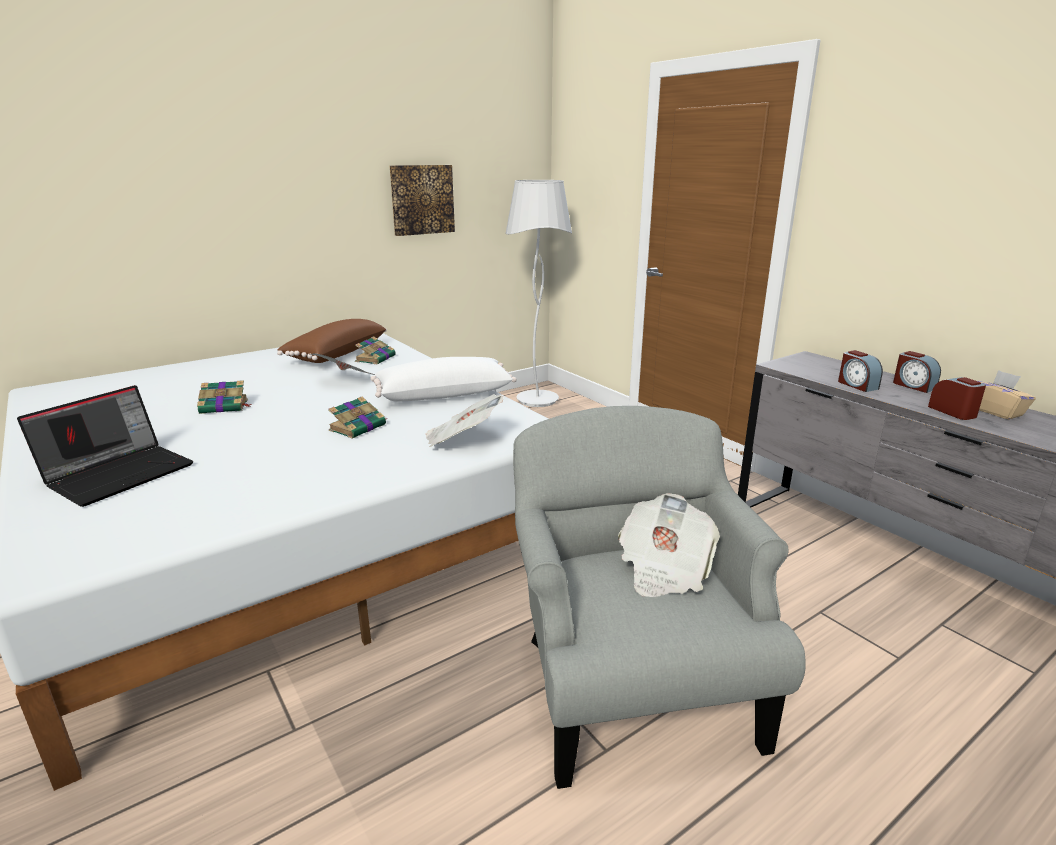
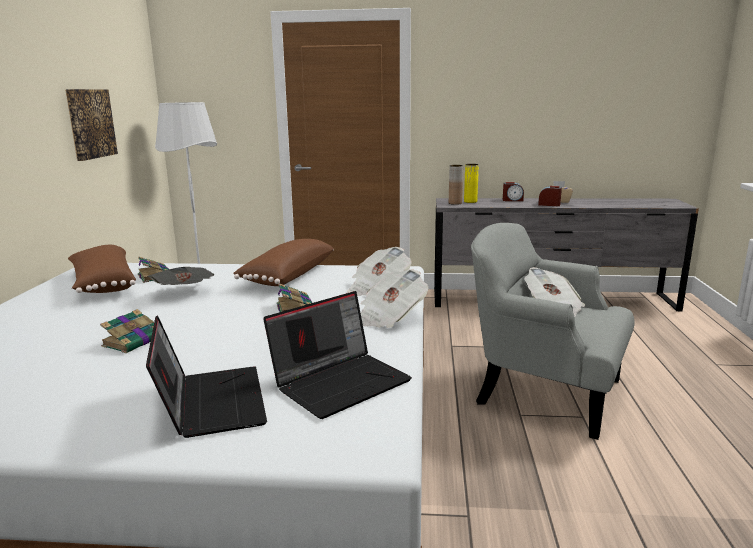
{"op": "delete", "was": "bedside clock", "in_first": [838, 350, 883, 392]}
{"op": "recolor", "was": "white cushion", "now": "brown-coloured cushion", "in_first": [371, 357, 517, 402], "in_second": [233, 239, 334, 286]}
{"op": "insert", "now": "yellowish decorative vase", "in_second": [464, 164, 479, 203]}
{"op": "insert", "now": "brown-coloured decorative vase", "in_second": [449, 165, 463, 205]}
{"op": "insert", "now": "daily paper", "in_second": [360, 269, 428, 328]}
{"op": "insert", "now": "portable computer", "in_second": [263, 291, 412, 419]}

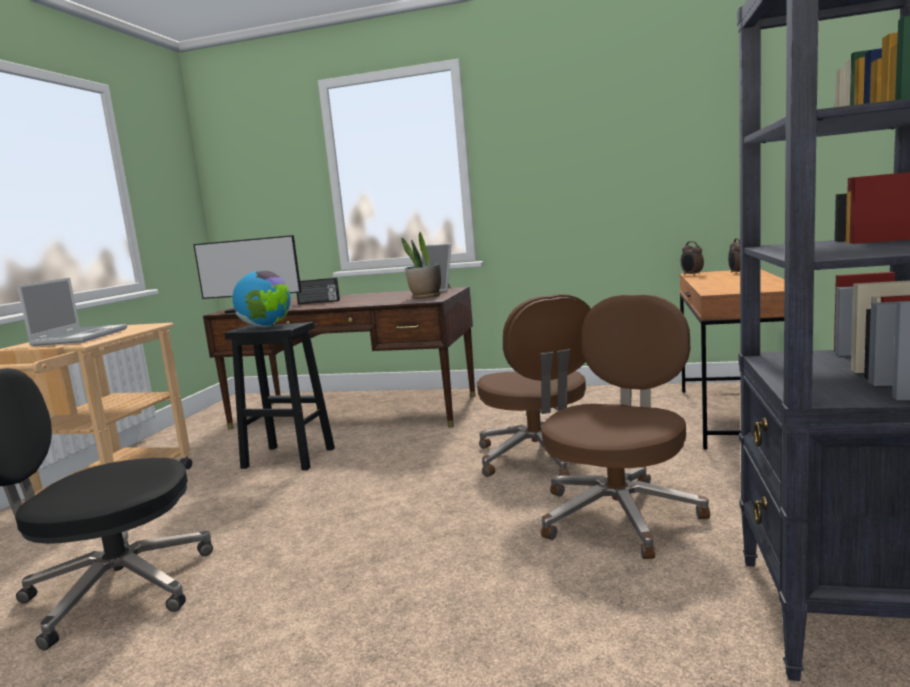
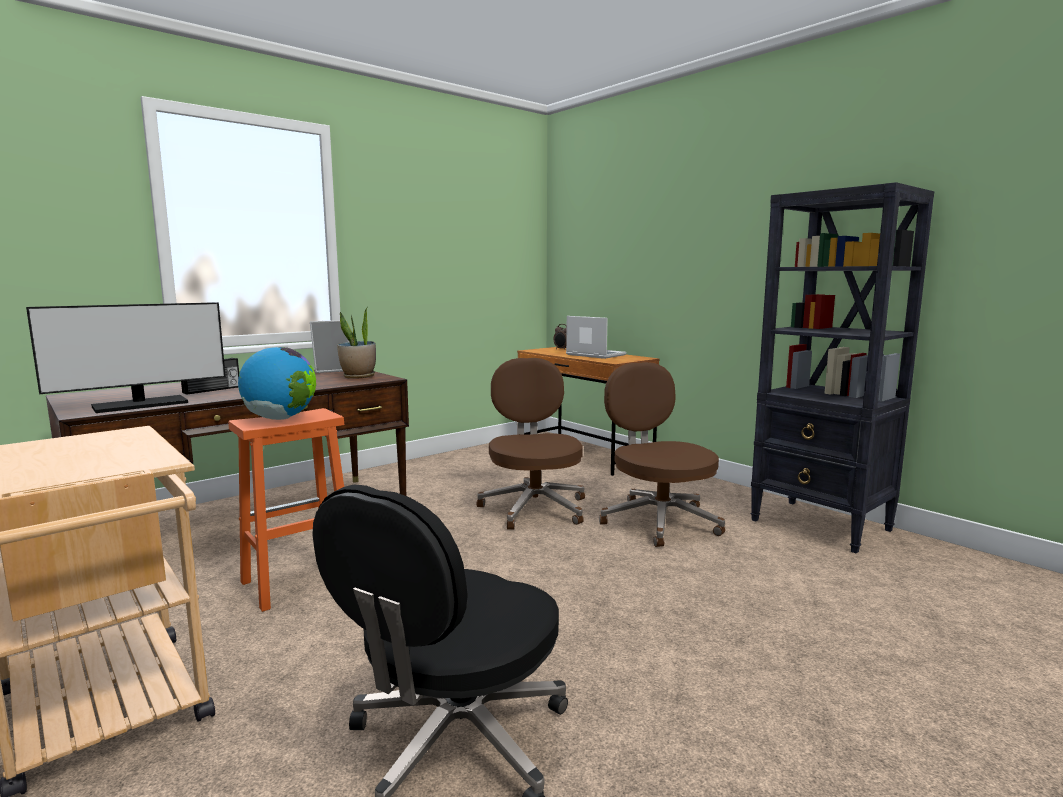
{"op": "delete", "was": "bedside clock", "in_first": [680, 241, 704, 276]}
{"op": "move", "was": "portable computer", "in_first": [17, 278, 127, 346], "in_second": [566, 316, 626, 359]}
{"op": "rotate", "was": "brown-coloured office chair", "in_first": [477, 294, 591, 477], "in_second": [477, 358, 585, 529], "clockwise": -120}
{"op": "recolor", "was": "black stool seat", "now": "orange stool seat", "in_first": [225, 322, 335, 470], "in_second": [228, 408, 344, 612]}

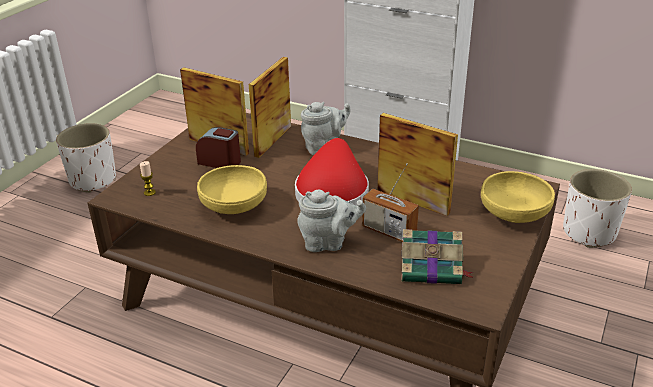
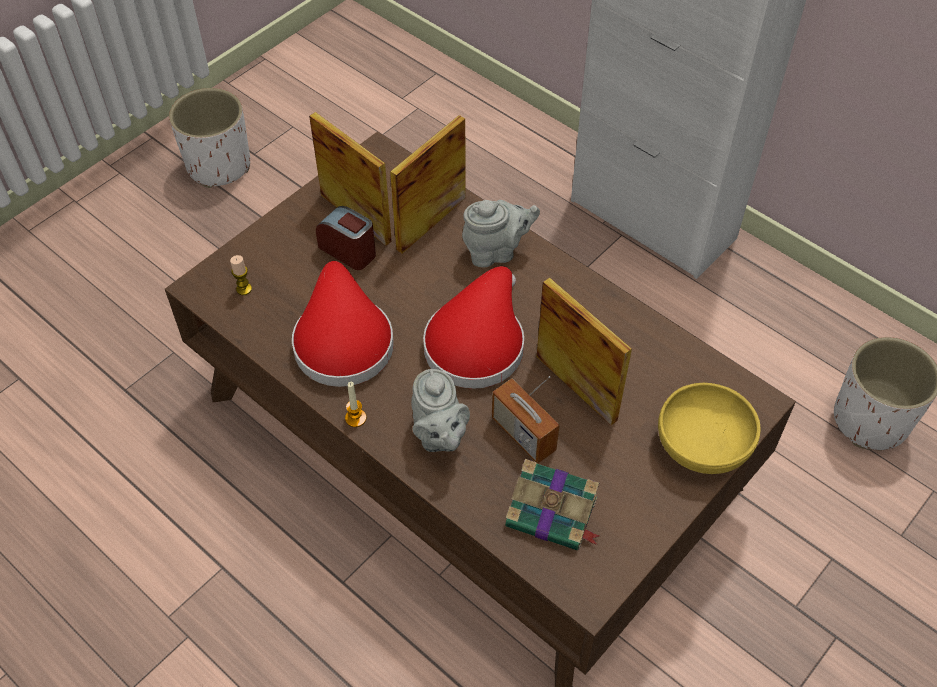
{"op": "replace", "was": "yellowish serving bowl", "now": "red hat", "in_first": [197, 165, 267, 214], "in_second": [292, 261, 394, 387]}
{"op": "rotate", "was": "grey teapot", "in_first": [297, 190, 366, 252], "in_second": [411, 369, 470, 452], "clockwise": 60}
{"op": "insert", "now": "wax candle", "in_second": [345, 382, 366, 427]}

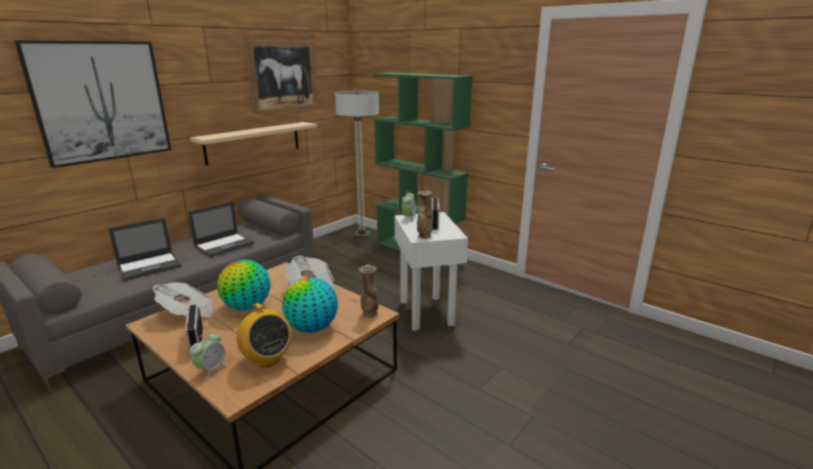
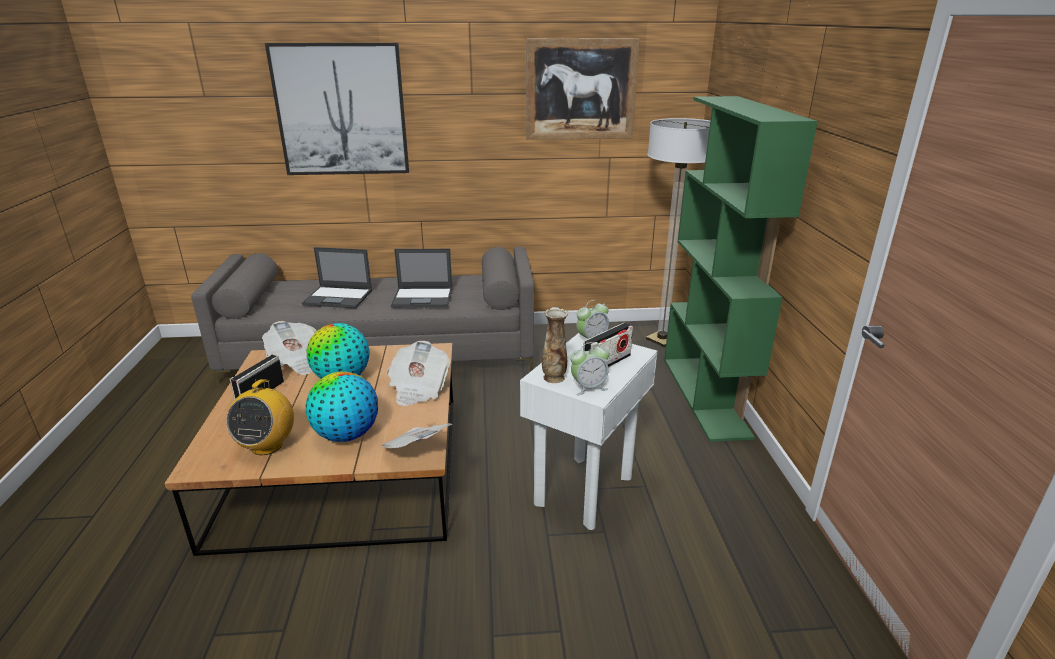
{"op": "delete", "was": "beige wall shelf", "in_first": [190, 122, 317, 165]}
{"op": "replace", "was": "decorative vase", "now": "daily paper", "in_first": [359, 265, 379, 317], "in_second": [381, 423, 452, 448]}
{"op": "move", "was": "bedside clock", "in_first": [190, 333, 227, 380], "in_second": [570, 342, 609, 395]}

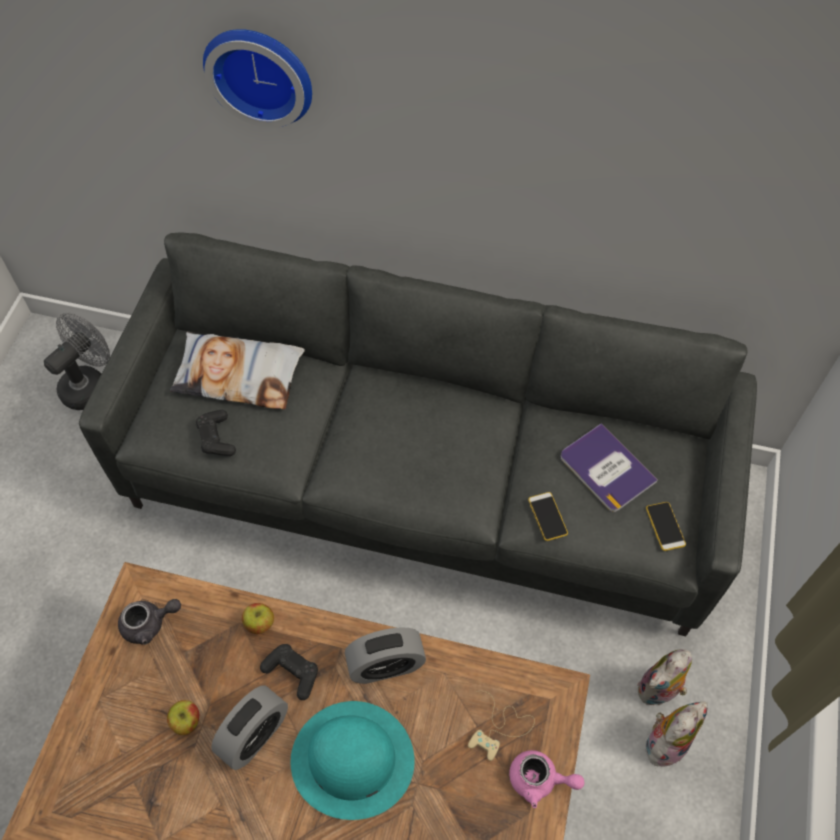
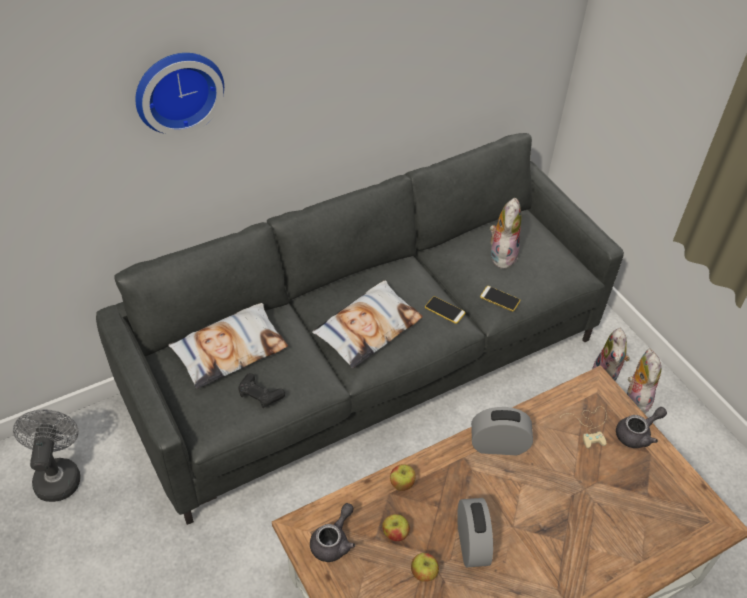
{"op": "replace", "was": "book", "now": "soft toy", "in_first": [561, 423, 658, 512], "in_second": [490, 198, 522, 269]}
{"op": "move", "was": "handset", "in_first": [646, 502, 686, 551], "in_second": [425, 296, 465, 324]}
{"op": "rotate", "was": "bedside clock", "in_first": [345, 627, 426, 684], "in_second": [471, 407, 533, 455], "clockwise": -120}
{"op": "delete", "was": "black gamepad", "in_first": [260, 644, 318, 700]}
{"op": "delete", "was": "turquoise hat", "in_first": [291, 701, 415, 820]}
{"op": "recolor", "was": "pink teapot", "now": "grey teapot", "in_first": [509, 750, 584, 808], "in_second": [616, 407, 667, 448]}
{"op": "insert", "now": "cushion", "in_second": [312, 280, 423, 368]}
{"op": "insert", "now": "whole apple", "in_second": [382, 514, 410, 541]}

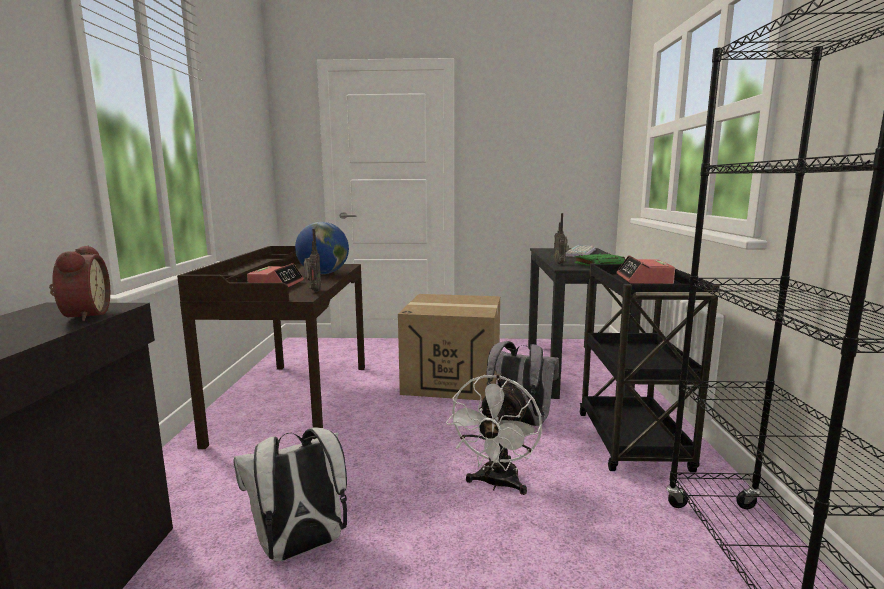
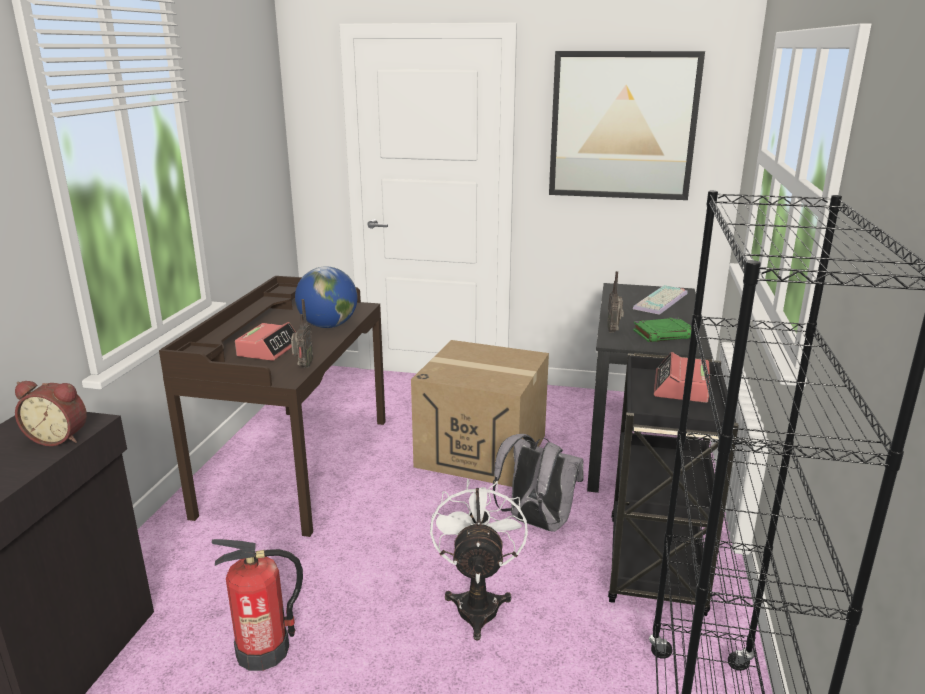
{"op": "rotate", "was": "bedside clock", "in_first": [49, 246, 110, 321], "in_second": [15, 381, 87, 446], "clockwise": 105}
{"op": "rotate", "was": "white electric fan", "in_first": [446, 375, 542, 495], "in_second": [430, 479, 528, 641], "clockwise": 150}
{"op": "replace", "was": "white backpack", "now": "extinguisher", "in_first": [233, 427, 347, 561], "in_second": [212, 539, 303, 671]}
{"op": "insert", "now": "wall picture", "in_second": [549, 51, 705, 200]}

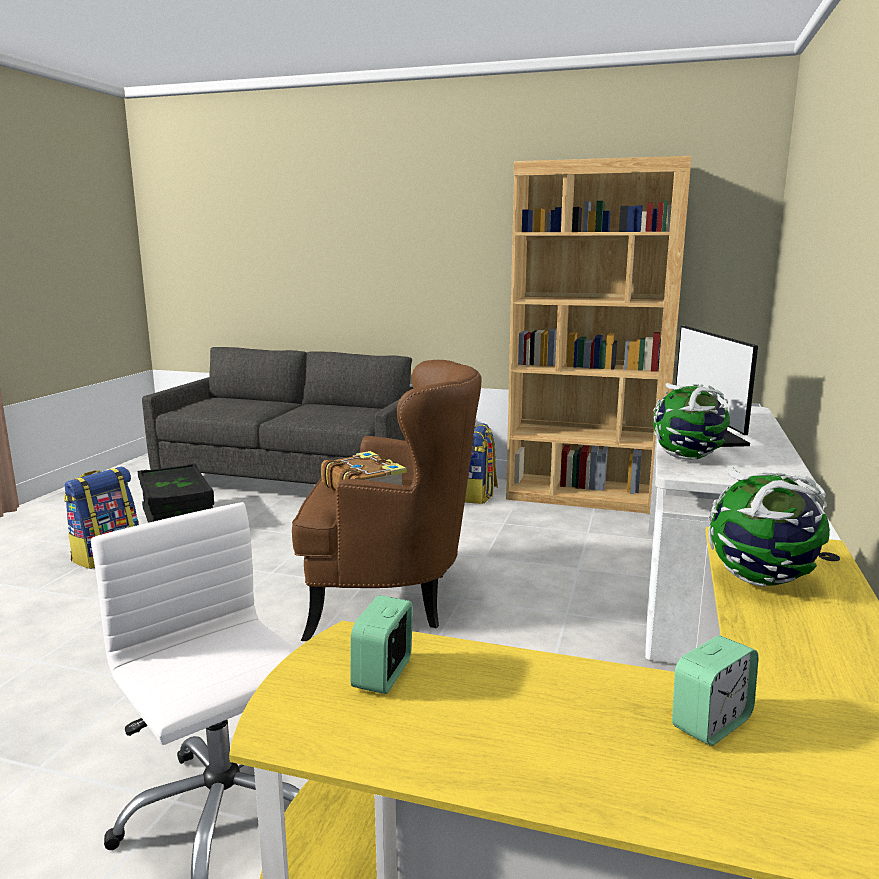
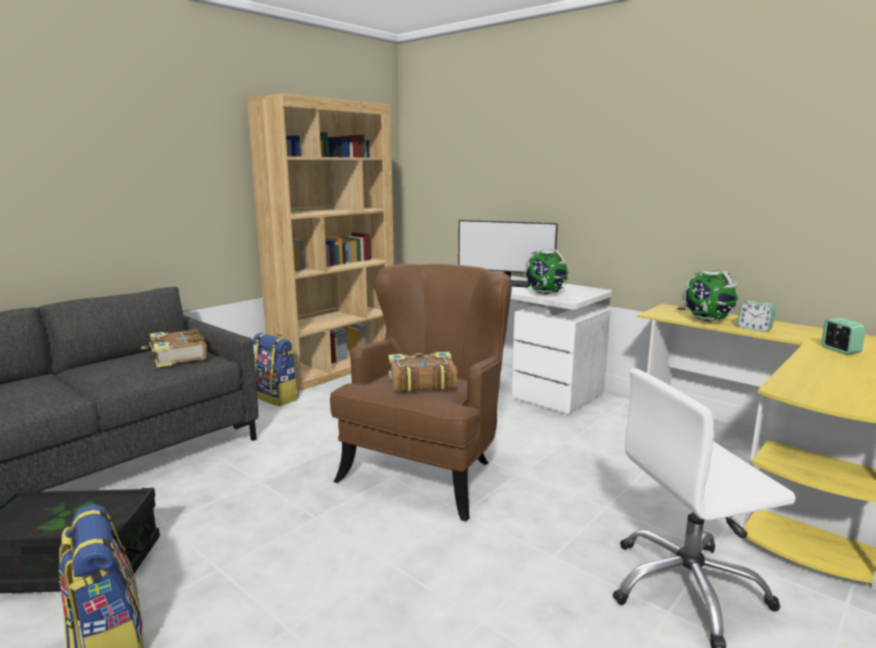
{"op": "move", "was": "bedside clock", "in_first": [350, 595, 413, 694], "in_second": [737, 301, 775, 332]}
{"op": "insert", "now": "book", "in_second": [141, 329, 207, 368]}

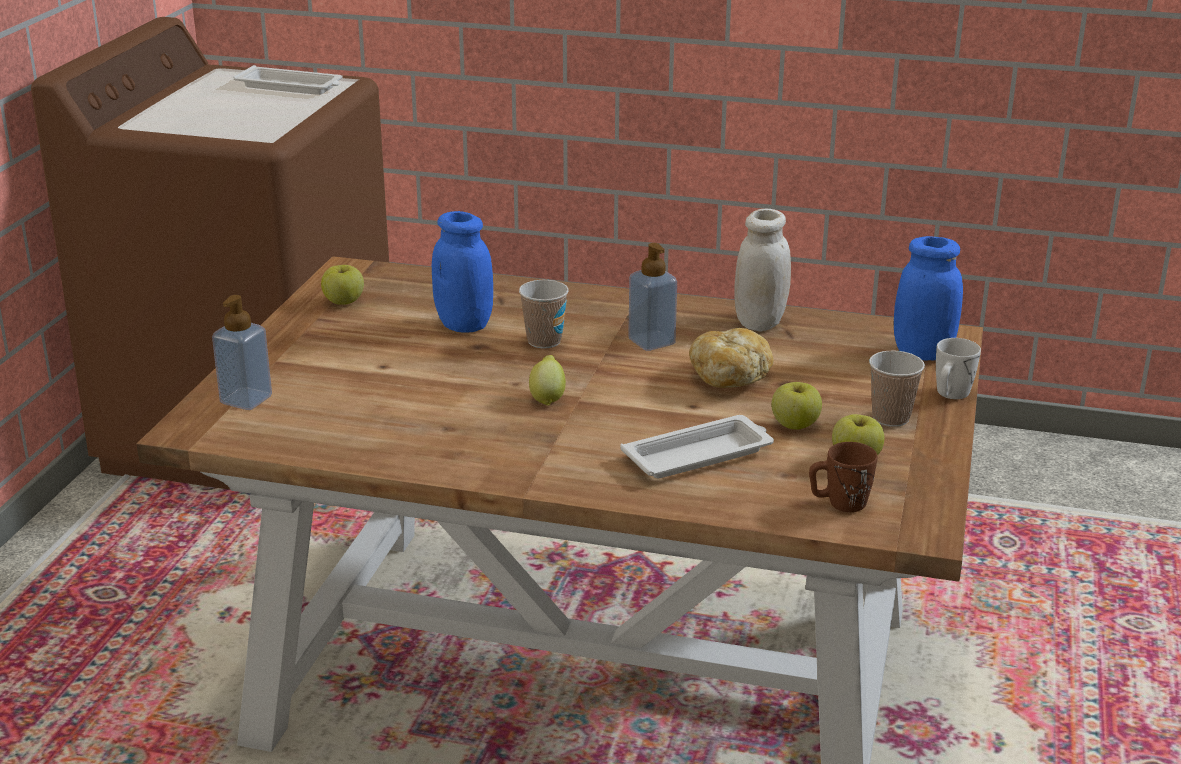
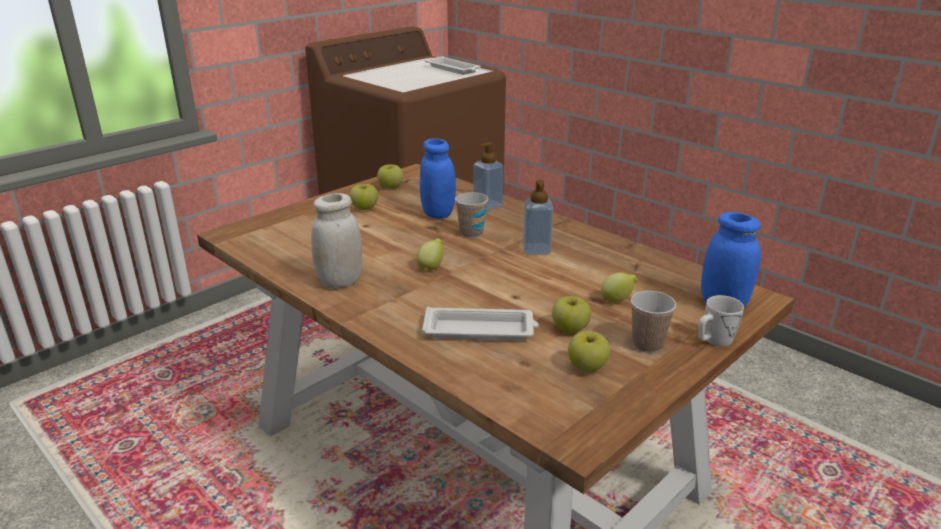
{"op": "move", "was": "white storage jar", "in_first": [734, 209, 791, 331], "in_second": [311, 193, 362, 288]}
{"op": "move", "was": "soap dispenser", "in_first": [212, 295, 272, 410], "in_second": [473, 143, 504, 211]}
{"op": "delete", "was": "baked bread", "in_first": [689, 328, 774, 388]}
{"op": "delete", "was": "brown-coloured mug", "in_first": [809, 442, 877, 512]}
{"op": "insert", "now": "whole apple", "in_second": [350, 184, 378, 210]}
{"op": "insert", "now": "citrus fruit", "in_second": [601, 272, 638, 303]}

